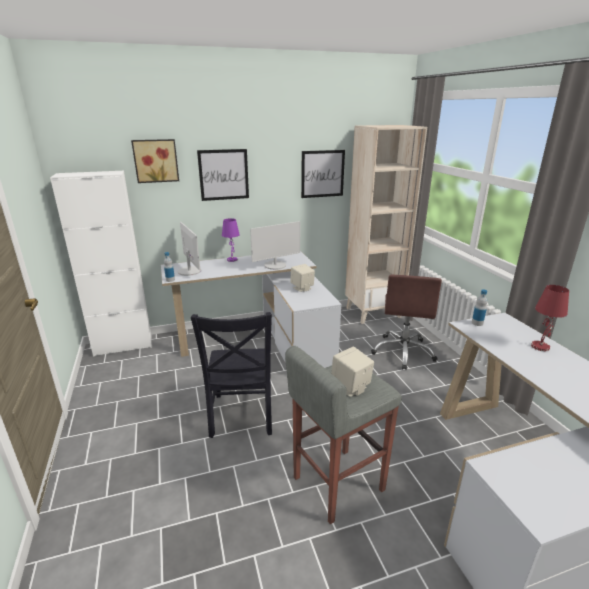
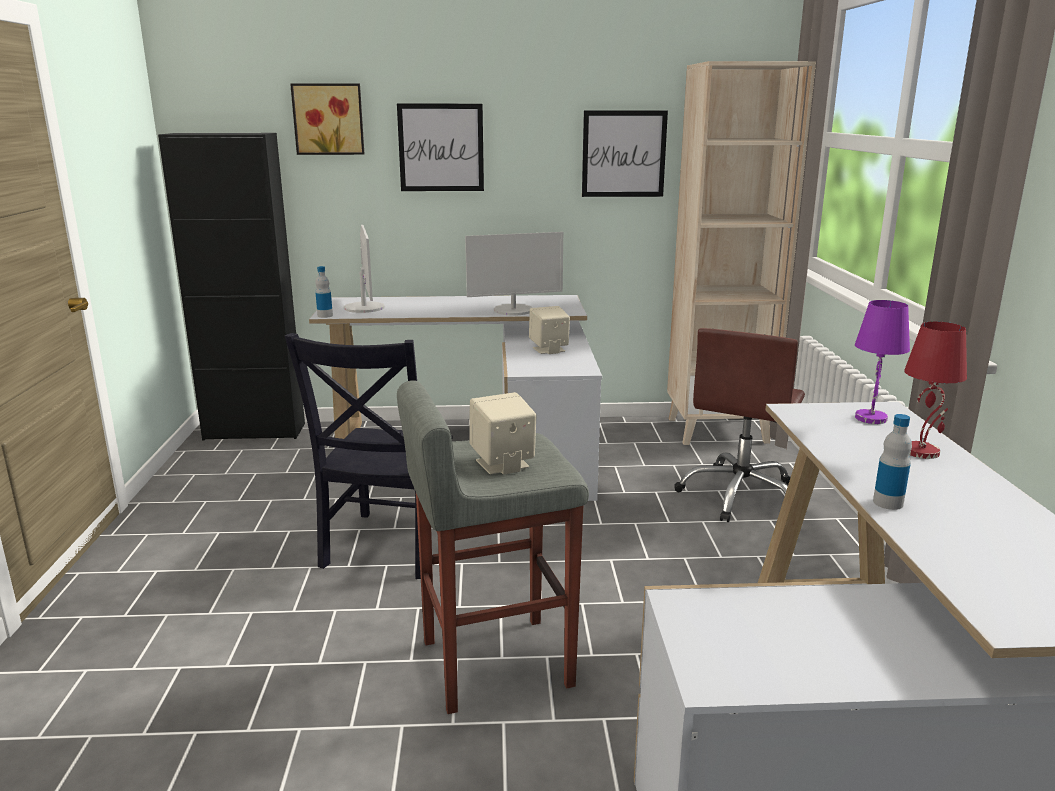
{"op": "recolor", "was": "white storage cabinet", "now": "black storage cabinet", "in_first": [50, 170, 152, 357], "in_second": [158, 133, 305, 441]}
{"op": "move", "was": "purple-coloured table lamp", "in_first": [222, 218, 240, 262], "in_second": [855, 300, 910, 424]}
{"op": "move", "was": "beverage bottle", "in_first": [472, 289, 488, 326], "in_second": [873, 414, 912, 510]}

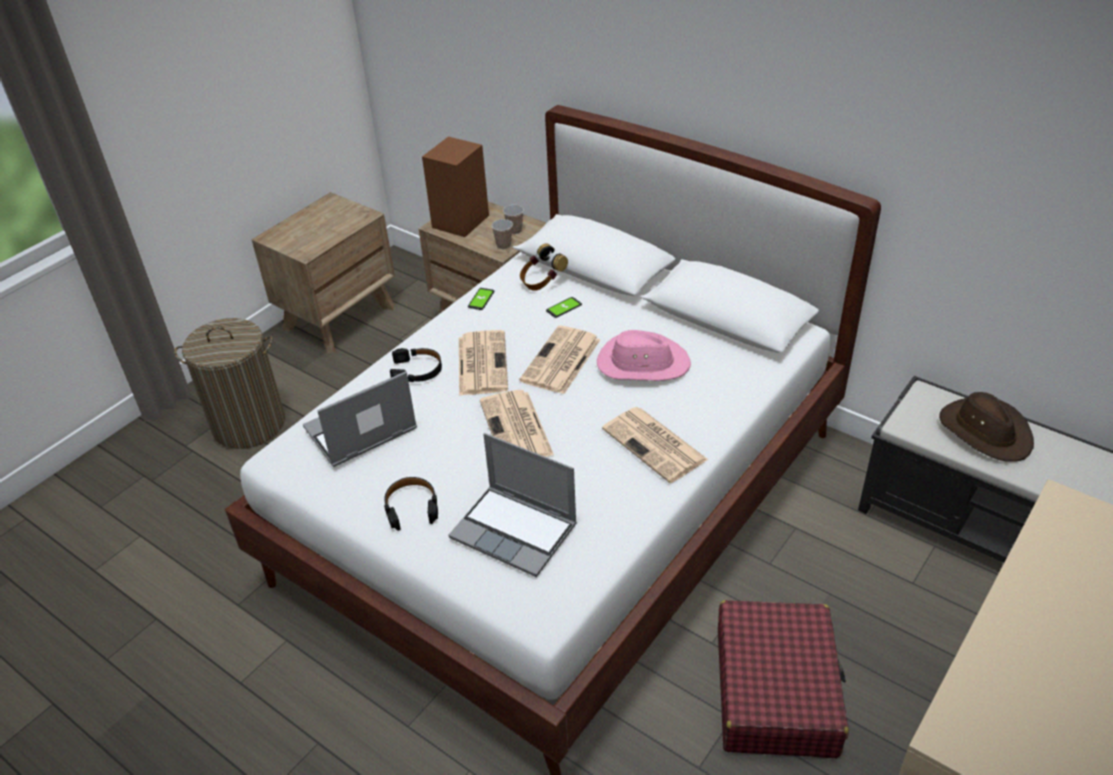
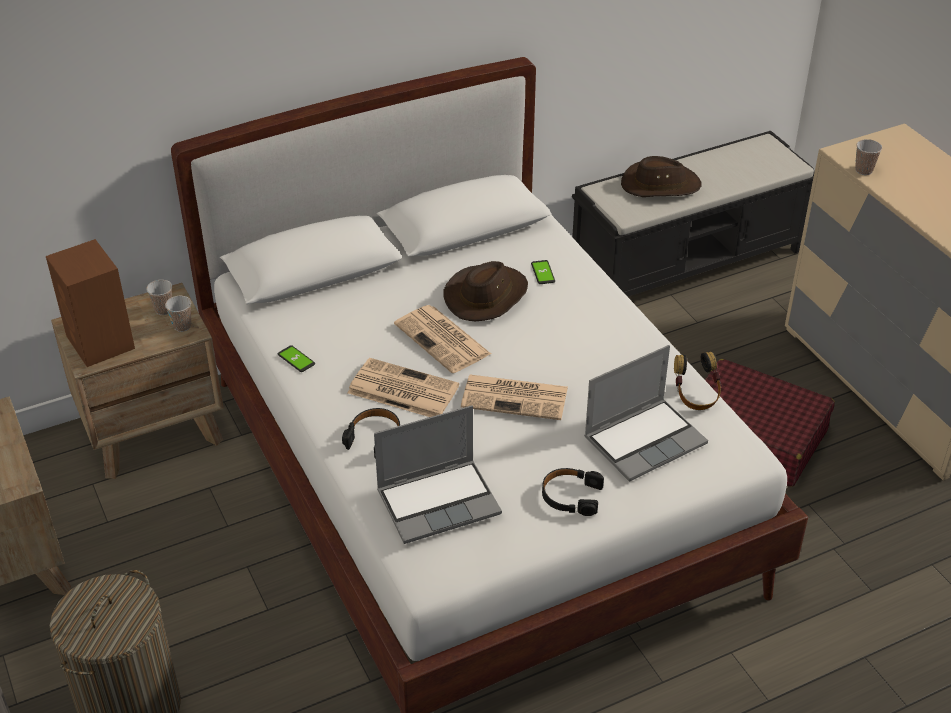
{"op": "move", "was": "headphones", "in_first": [520, 243, 568, 291], "in_second": [674, 352, 721, 410]}
{"op": "move", "was": "handset", "in_first": [546, 297, 582, 318], "in_second": [531, 260, 555, 284]}
{"op": "recolor", "was": "pink hat", "now": "brown-coloured hat", "in_first": [597, 330, 691, 381], "in_second": [443, 261, 528, 321]}
{"op": "rotate", "was": "portable computer", "in_first": [303, 371, 417, 467], "in_second": [374, 405, 502, 544], "clockwise": -105}
{"op": "delete", "was": "daily paper", "in_first": [602, 407, 708, 483]}
{"op": "insert", "now": "drinking cup", "in_second": [855, 139, 882, 175]}

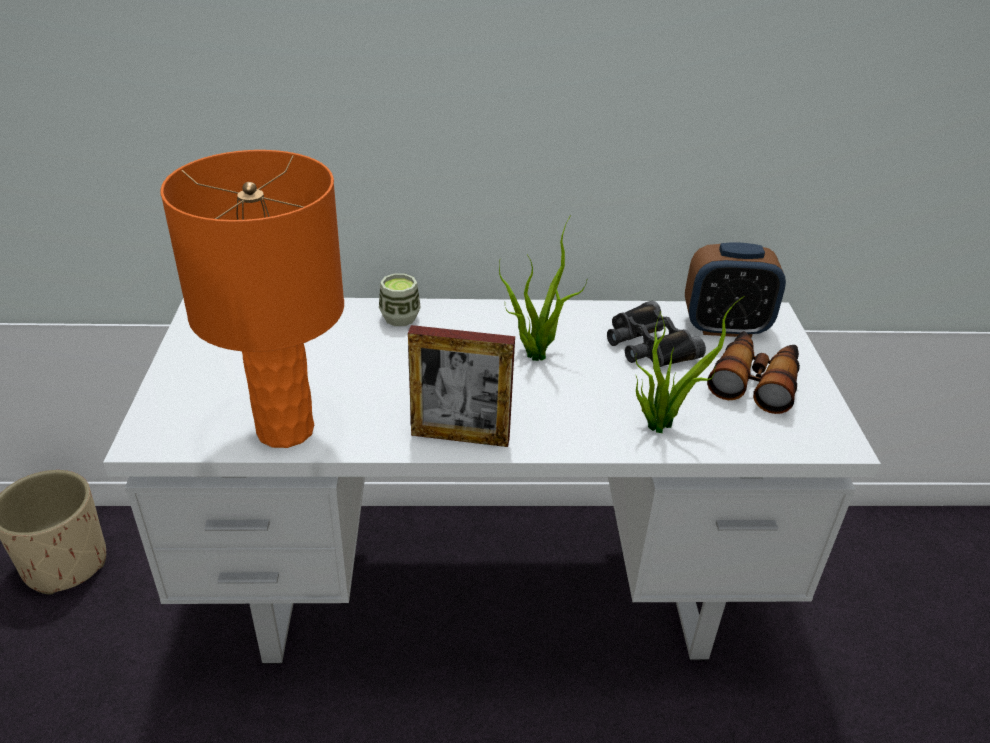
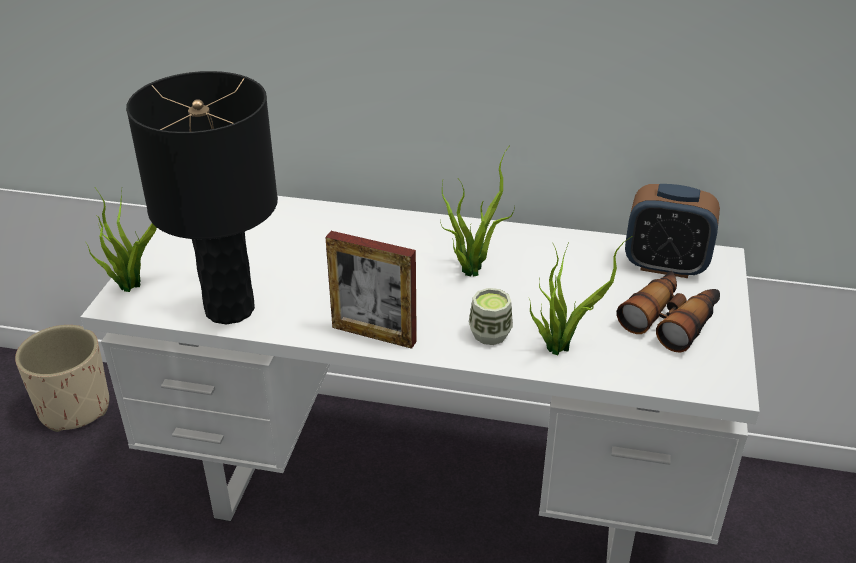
{"op": "recolor", "was": "orange table lamp", "now": "black table lamp", "in_first": [160, 150, 344, 448], "in_second": [126, 71, 278, 325]}
{"op": "move", "was": "drinking cup", "in_first": [379, 273, 421, 326], "in_second": [469, 288, 513, 345]}
{"op": "delete", "was": "black field glasses", "in_first": [607, 301, 706, 367]}
{"op": "insert", "now": "plant in a pot", "in_second": [85, 189, 157, 292]}

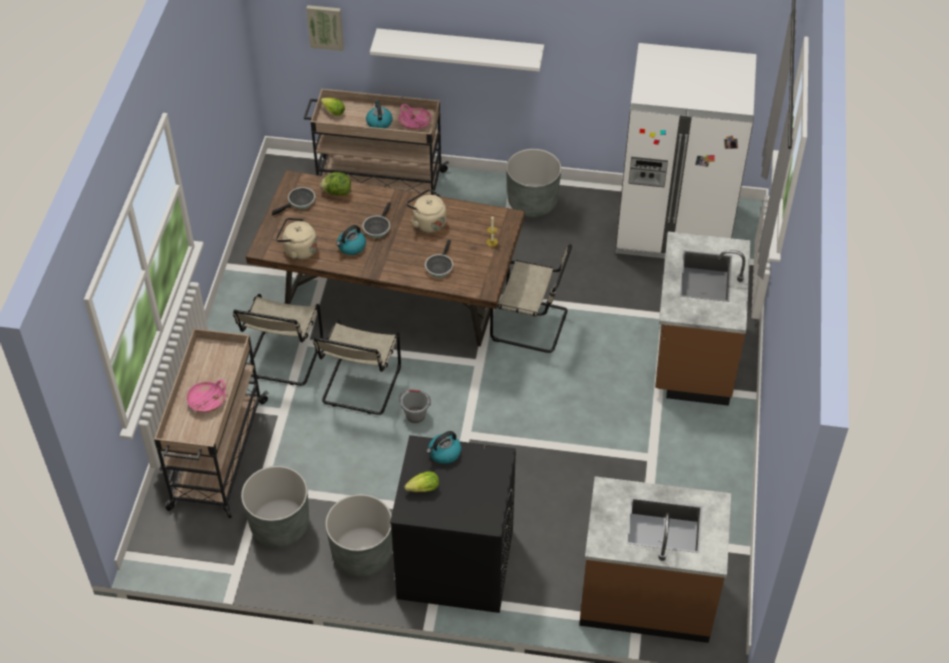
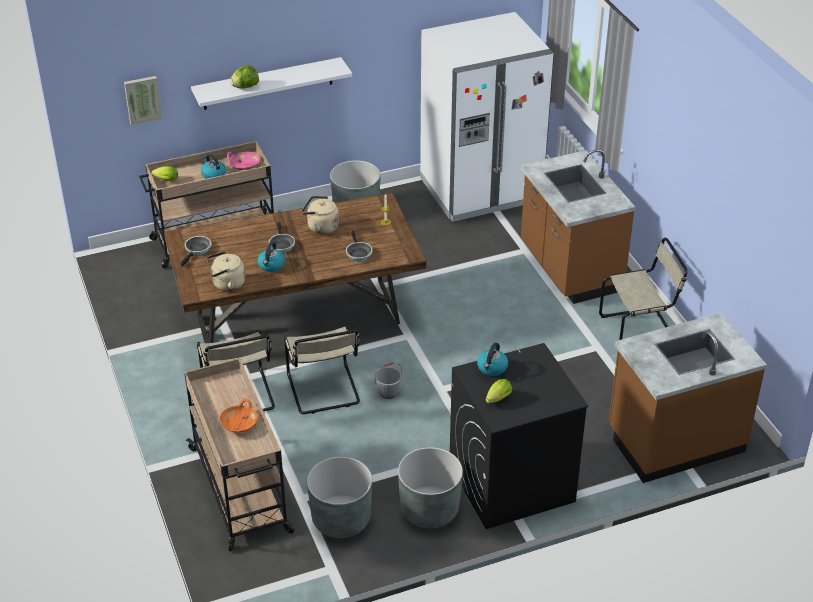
{"op": "move", "was": "lettuce", "in_first": [320, 172, 351, 196], "in_second": [230, 66, 259, 89]}
{"op": "move", "was": "beige plain chair", "in_first": [490, 244, 572, 353], "in_second": [599, 238, 687, 340]}
{"op": "recolor", "was": "pink serving bowl", "now": "orange serving bowl", "in_first": [186, 379, 226, 412], "in_second": [220, 398, 258, 433]}

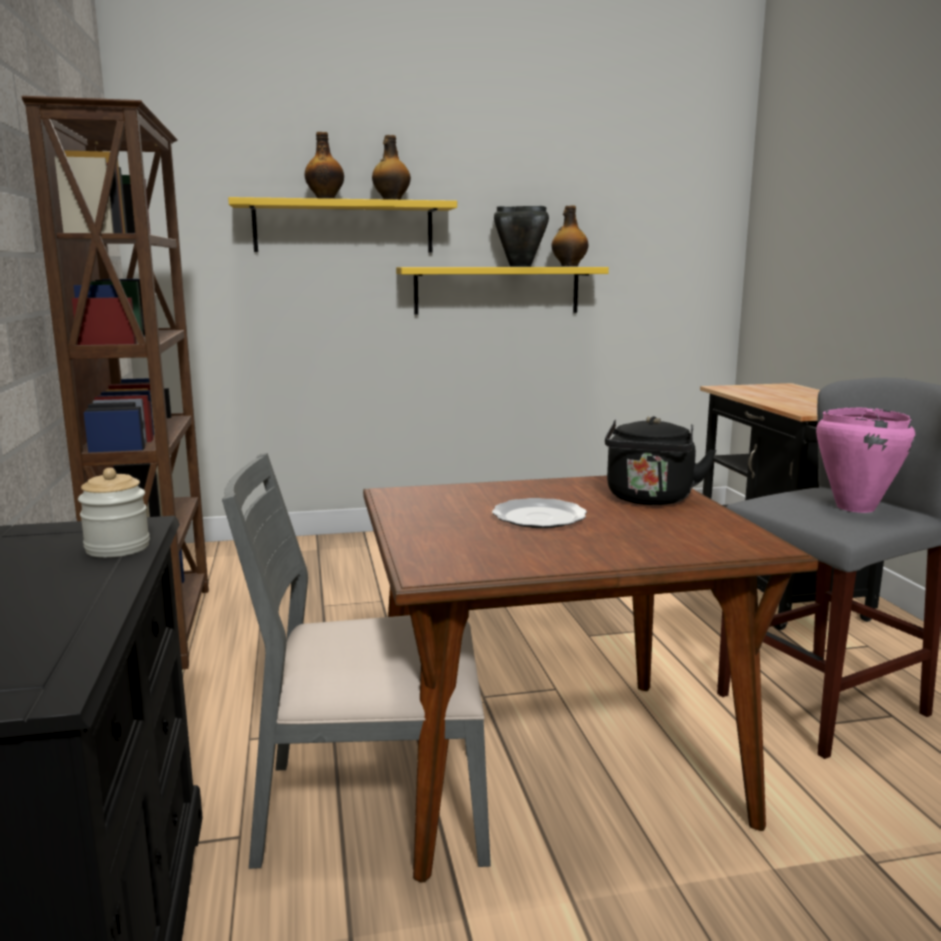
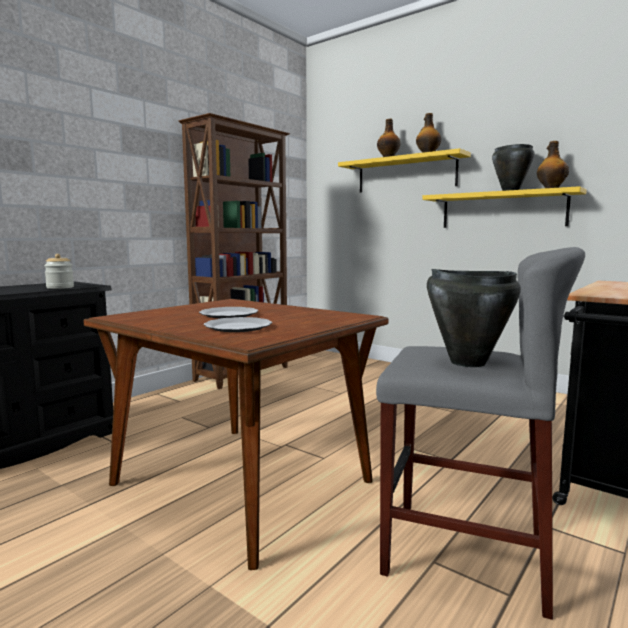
{"op": "recolor", "was": "pink cooking pot", "now": "black cooking pot", "in_first": [816, 407, 915, 513], "in_second": [427, 269, 521, 367]}
{"op": "delete", "was": "black kettle", "in_first": [605, 416, 716, 505]}
{"op": "delete", "was": "grey plain chair", "in_first": [222, 453, 491, 869]}
{"op": "insert", "now": "plate", "in_second": [204, 317, 272, 332]}

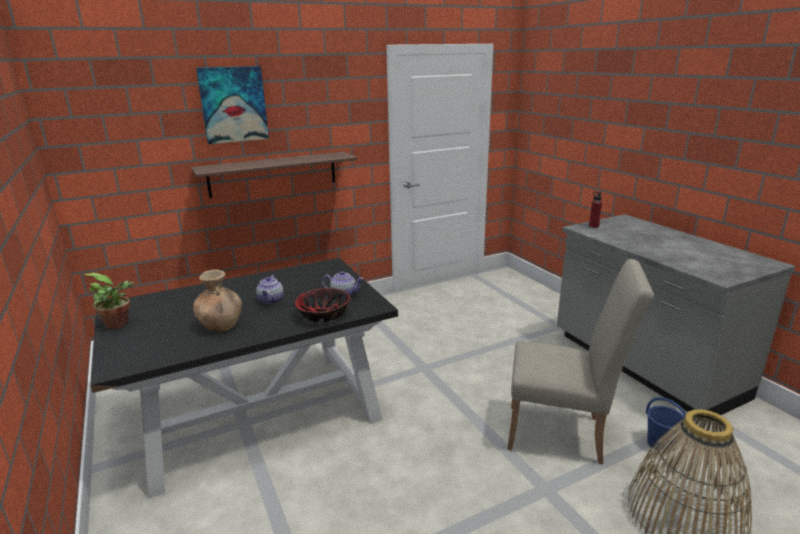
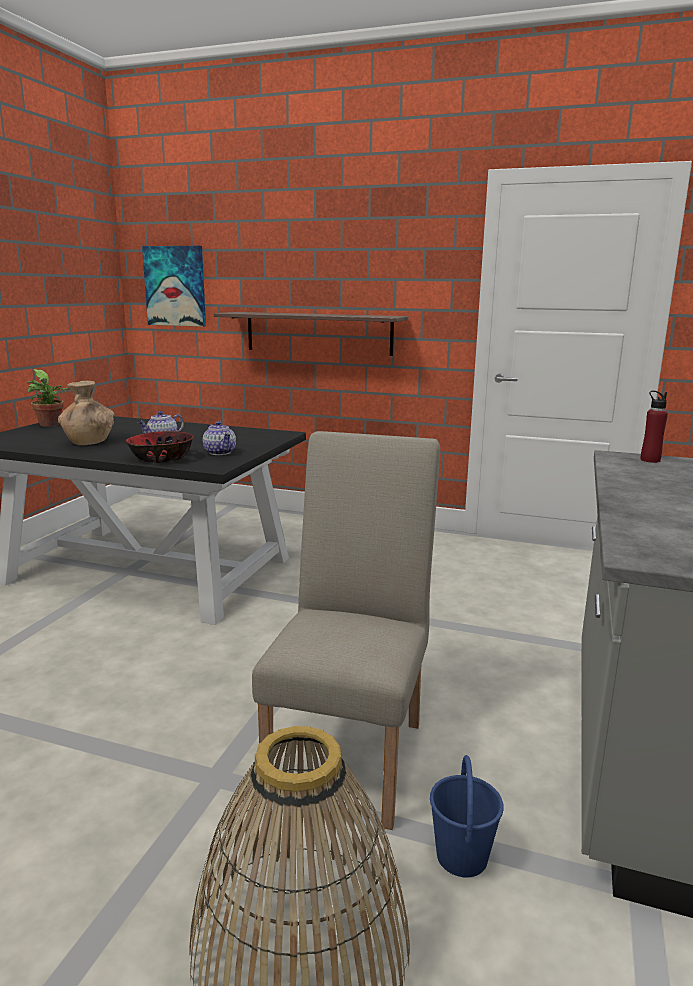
{"op": "move", "was": "wall picture", "in_first": [196, 66, 269, 144], "in_second": [142, 246, 206, 327]}
{"op": "rotate", "was": "beige plain chair", "in_first": [507, 259, 654, 464], "in_second": [252, 431, 440, 830], "clockwise": -135}

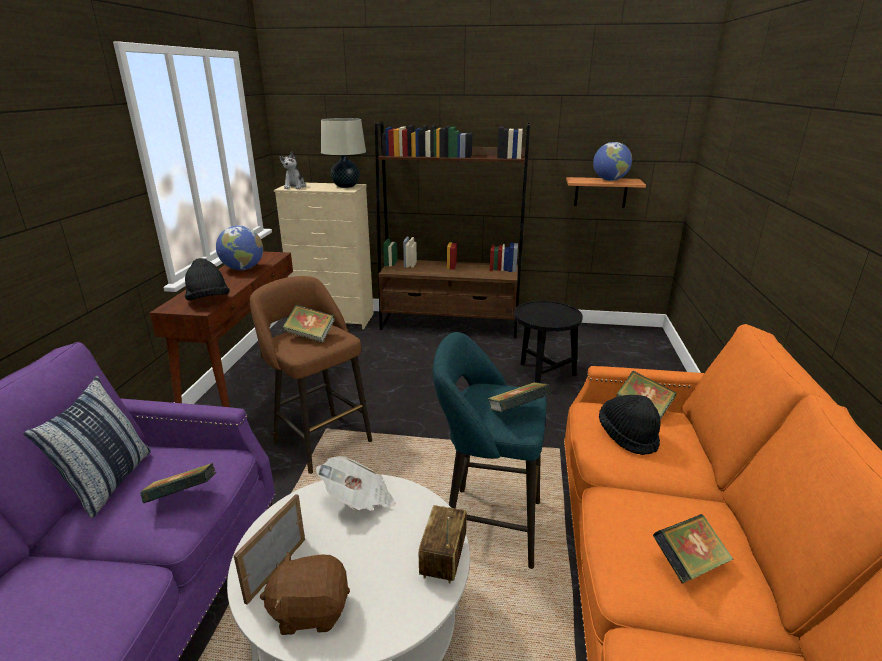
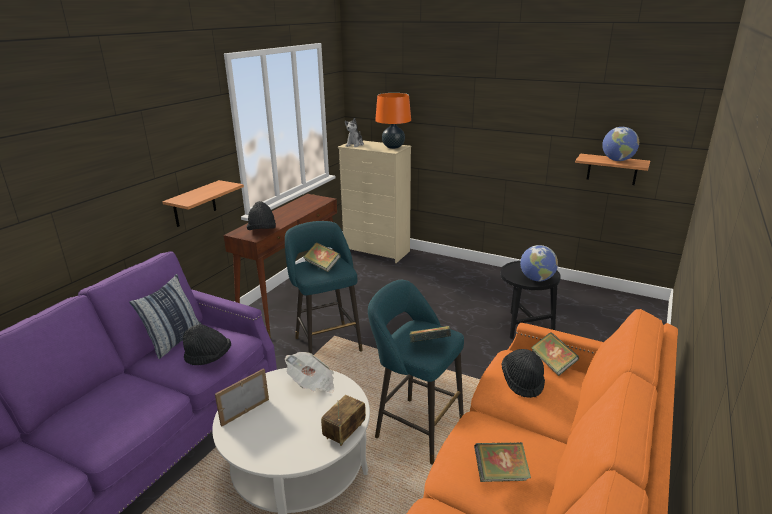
{"op": "recolor", "was": "beige table lamp", "now": "orange table lamp", "in_first": [321, 118, 366, 188], "in_second": [375, 93, 411, 149]}
{"op": "delete", "was": "brown-coloured bookshelf", "in_first": [375, 121, 530, 338]}
{"op": "move", "was": "globe", "in_first": [216, 225, 263, 270], "in_second": [520, 245, 558, 281]}
{"op": "recolor", "was": "brown-coloured stool seat", "now": "turquoise stool seat", "in_first": [250, 276, 372, 474], "in_second": [285, 221, 363, 354]}
{"op": "replace", "was": "book", "now": "black hat", "in_first": [140, 463, 216, 503], "in_second": [183, 324, 231, 365]}
{"op": "delete", "was": "brown-coloured soft toy", "in_first": [260, 552, 350, 635]}
{"op": "insert", "now": "wall shelf", "in_second": [162, 180, 244, 227]}

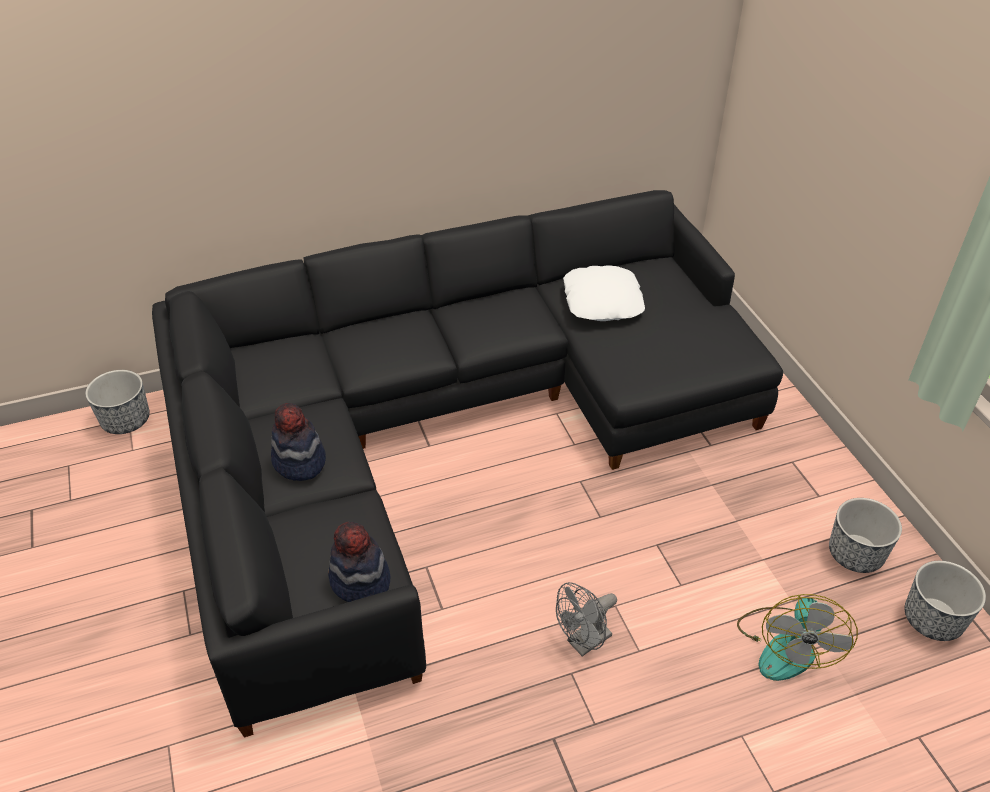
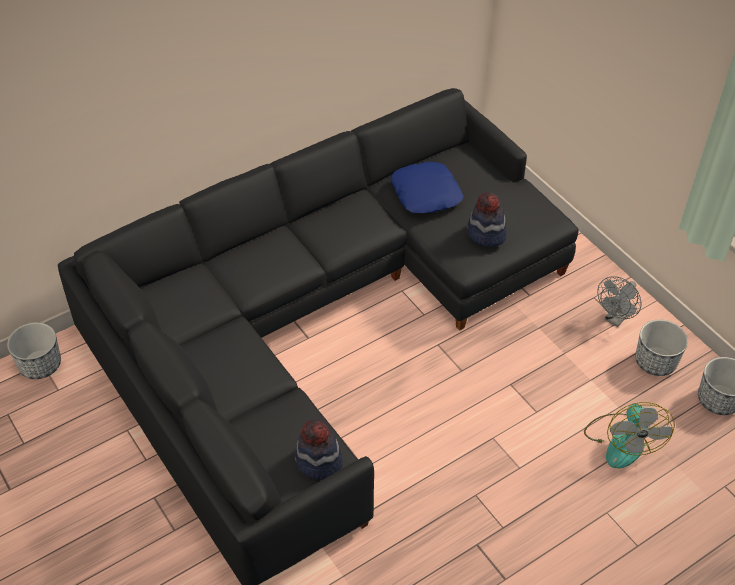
{"op": "recolor", "was": "white cushion", "now": "blue cushion", "in_first": [563, 265, 645, 321], "in_second": [390, 162, 463, 213]}
{"op": "move", "was": "hat", "in_first": [271, 403, 326, 481], "in_second": [467, 192, 506, 247]}
{"op": "move", "was": "grey electric fan", "in_first": [556, 582, 617, 656], "in_second": [597, 276, 641, 327]}

